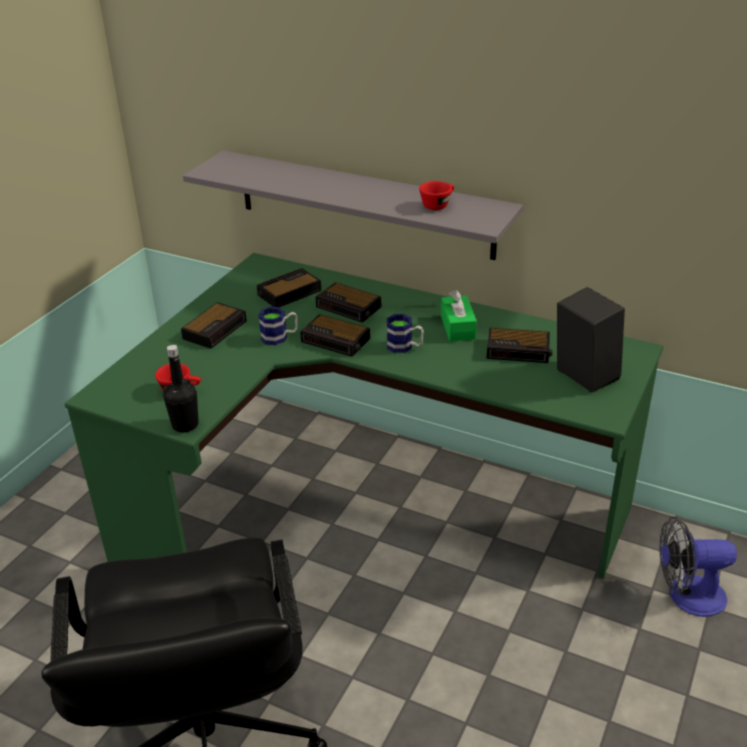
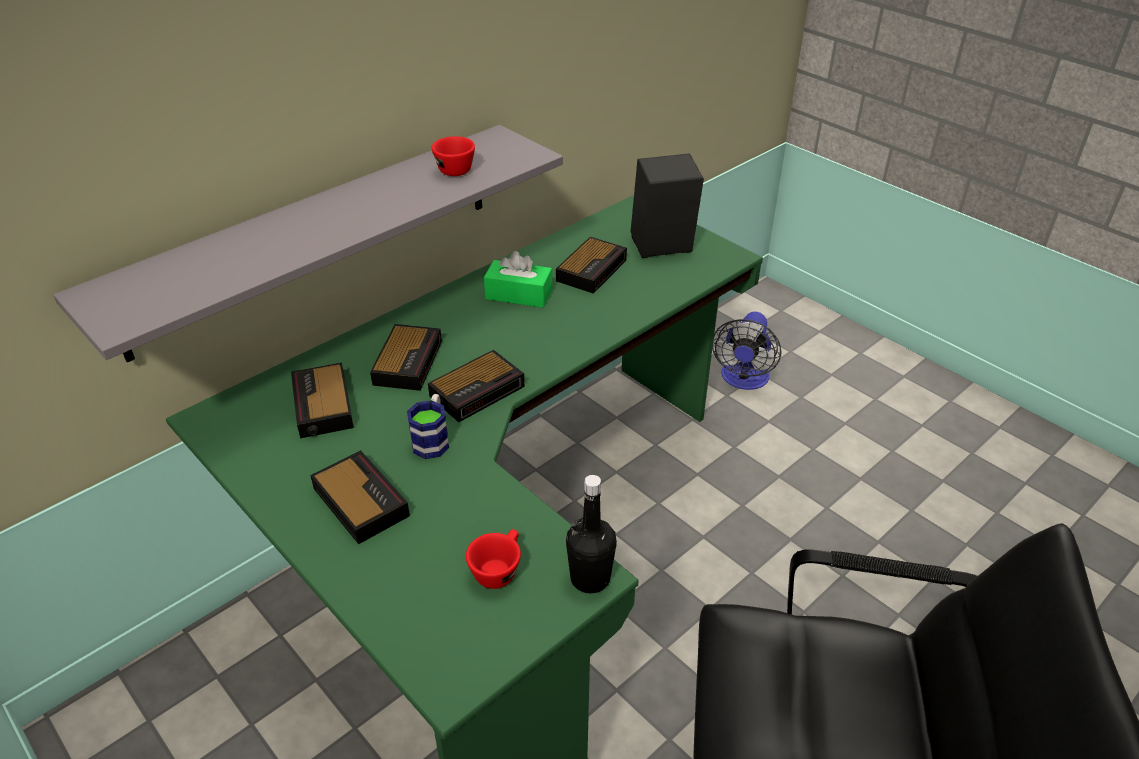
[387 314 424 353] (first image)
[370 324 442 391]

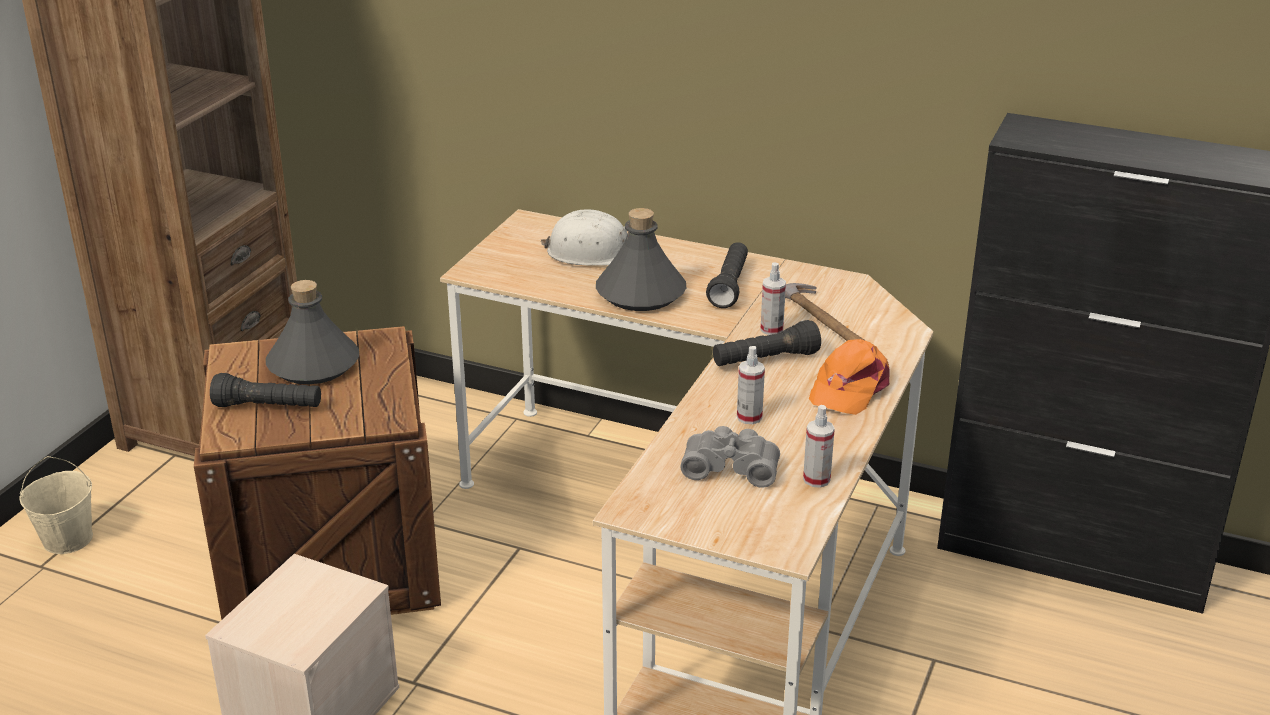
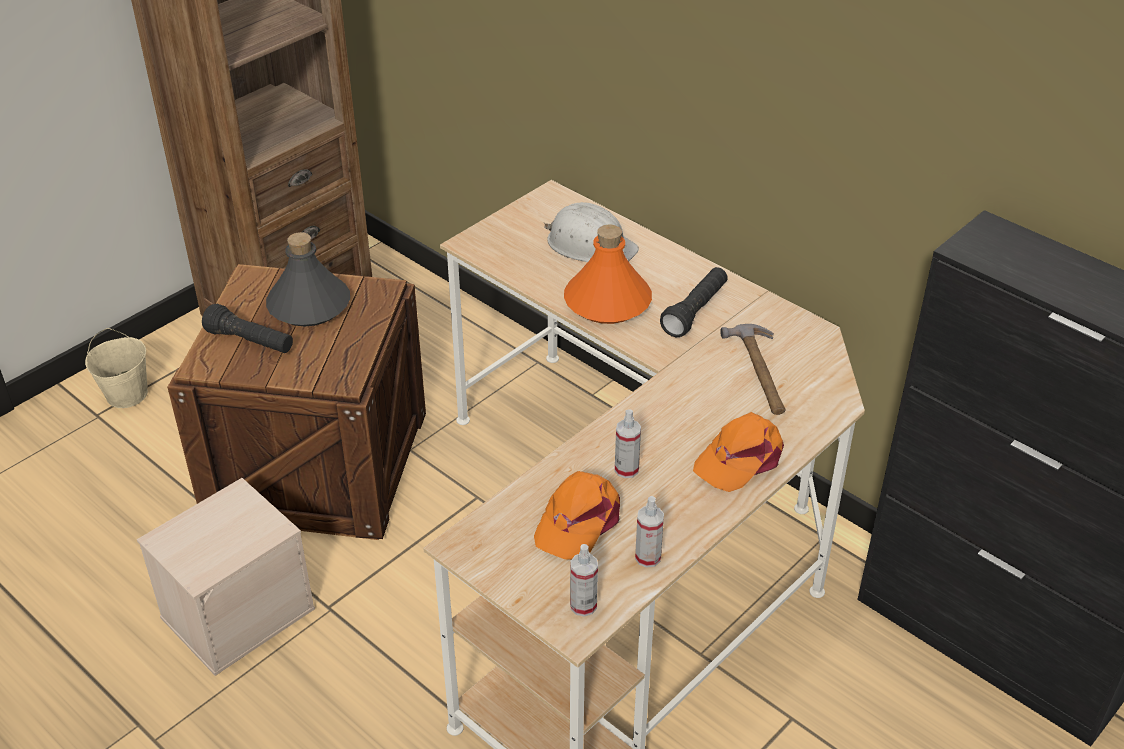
[713 320 821 366] (first image)
[570 544 598 617]
[534 471 620 560]
[564 225 652 324]

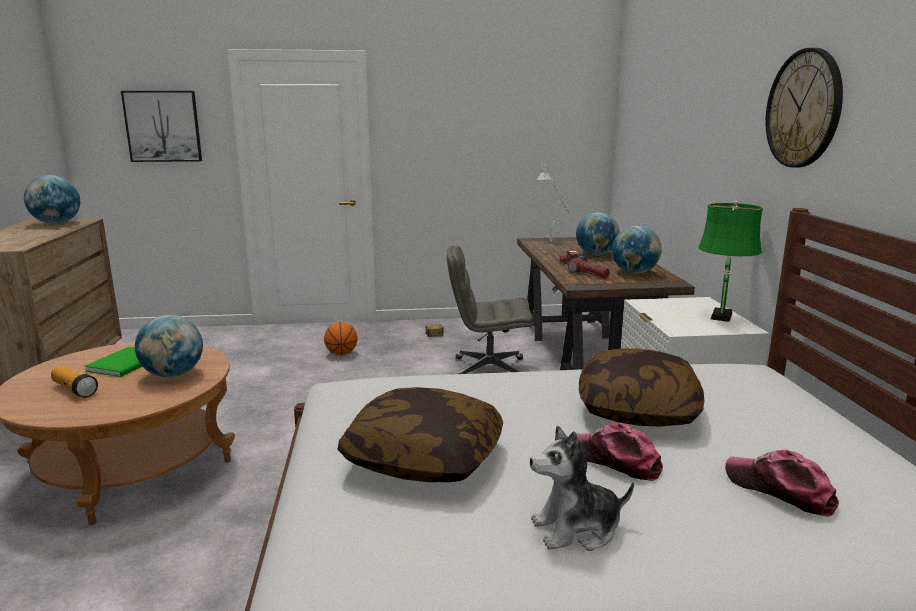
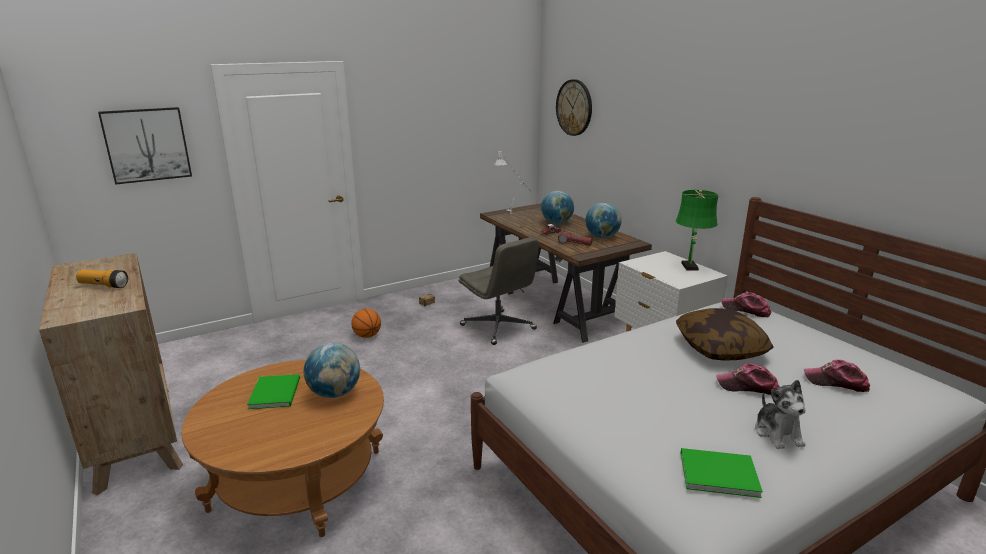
[24 175 80 224] (first image)
[337 387 503 482] (first image)
[681 448 763 498]
[722 292 771 318]
[76 269 128 288]
[556 79 592 136]
[459 237 539 345]
[755 380 805 449]

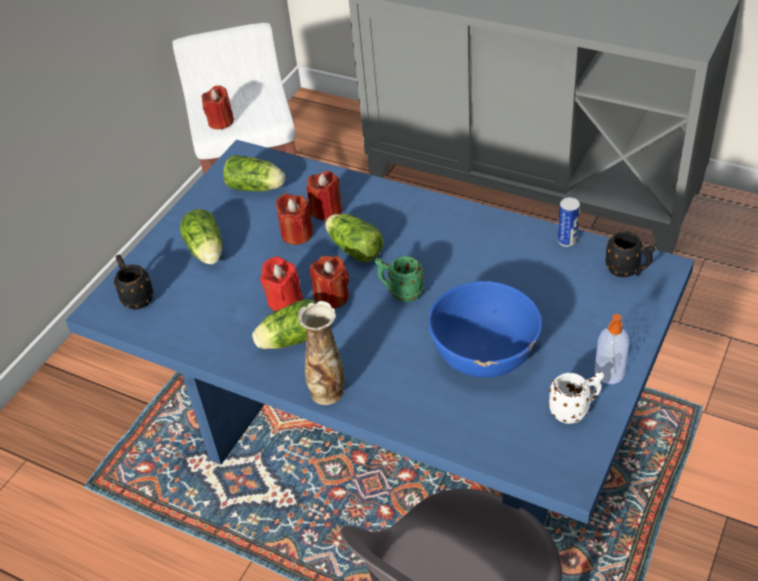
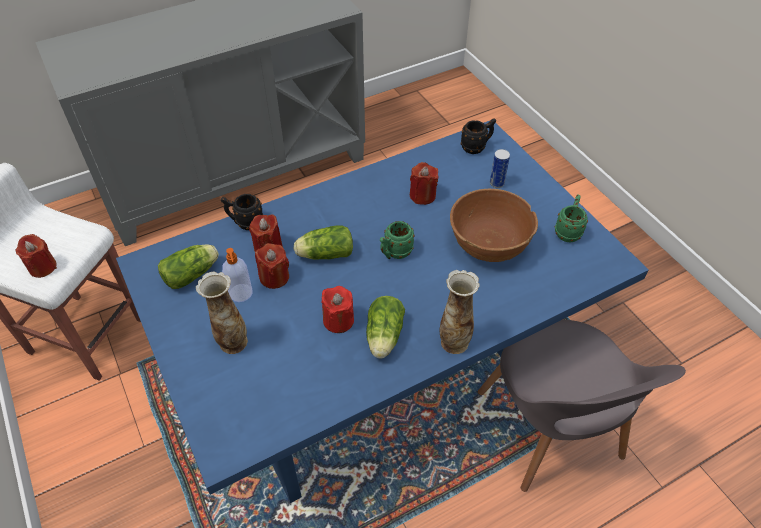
[221 194 263 230]
[410 162 438 205]
[490 149 510 188]
[222 248 252 302]
[196 271 248 354]
[450 189 538 262]
[554 194 588 242]

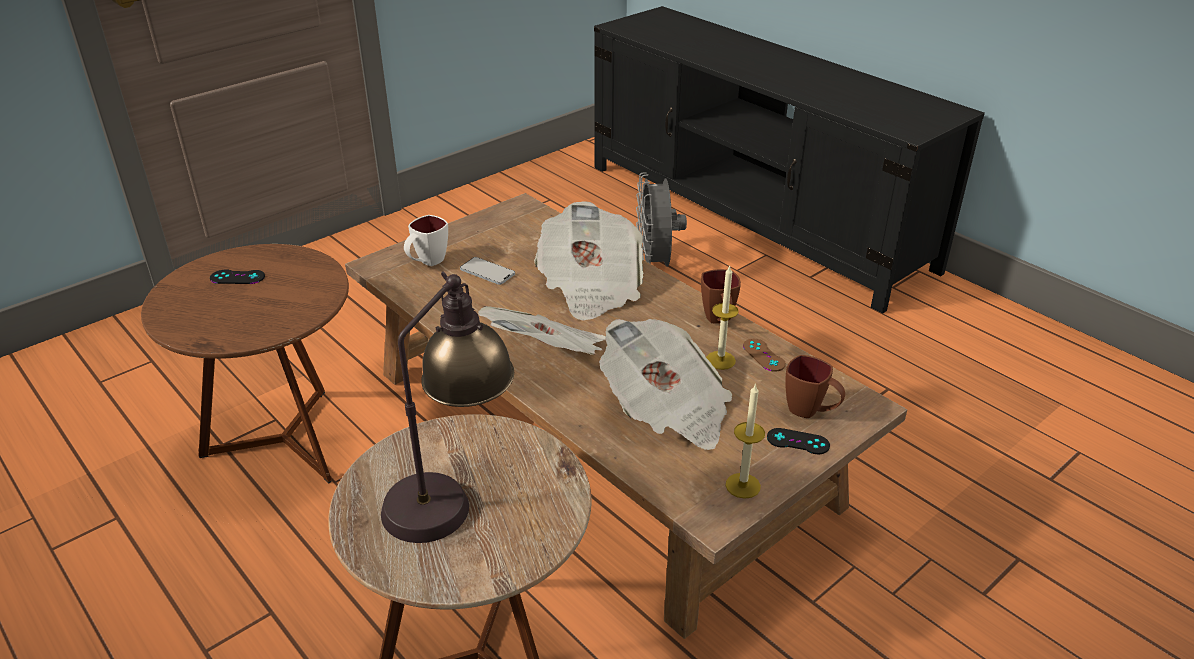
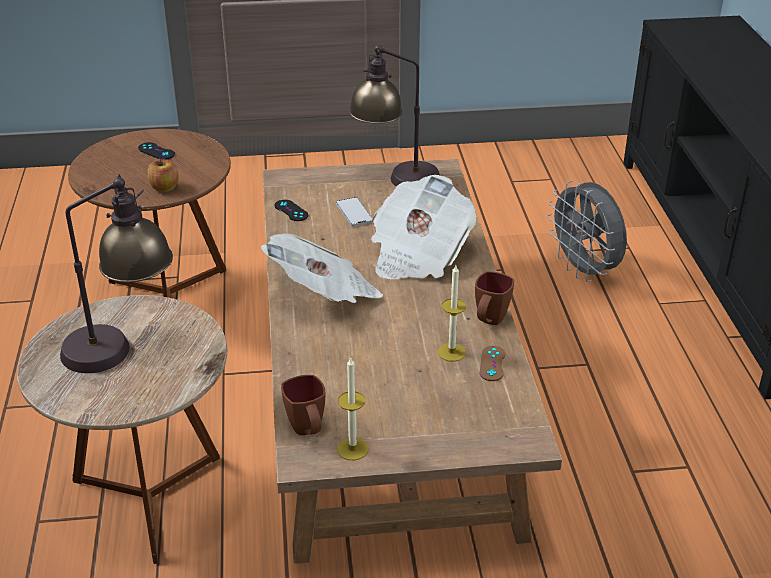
[404 215 448 266] (first image)
[599 319 733 450] (first image)
[148 160 179 192]
[349 45 440 186]
[275 200 308 221]
[281 375 325 435]
[547 180 627 282]

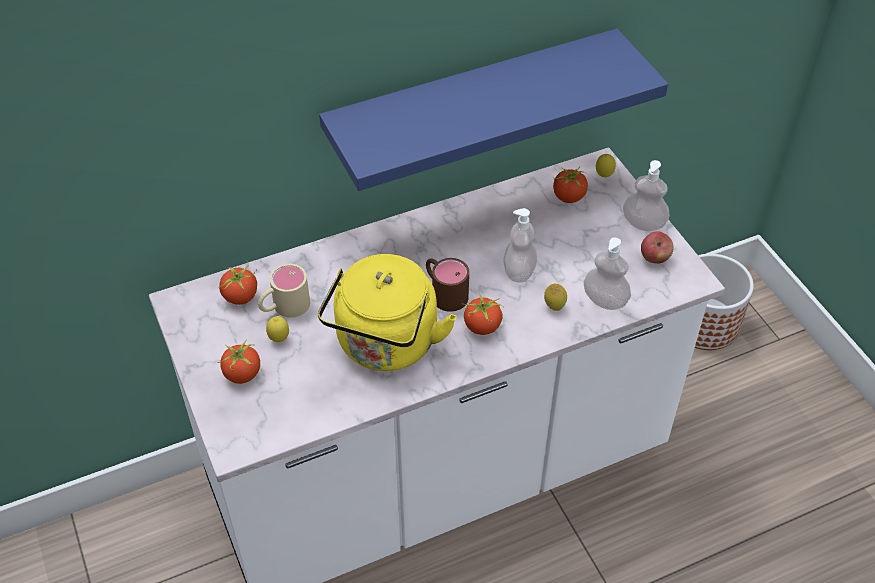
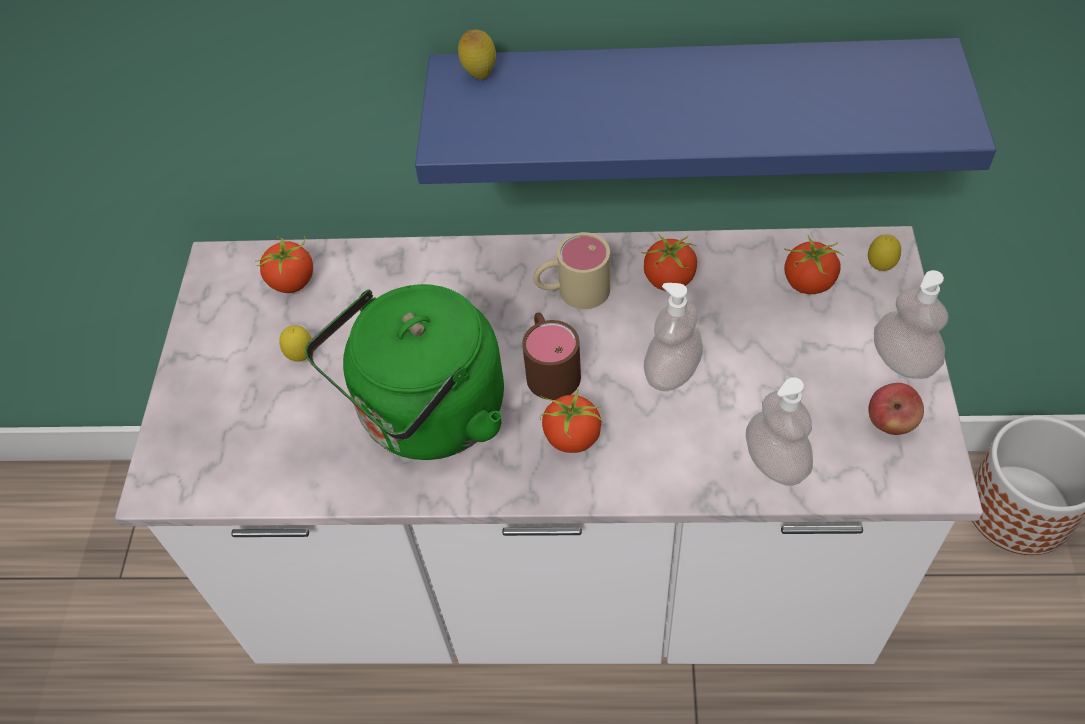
[641 234 697 291]
[533 232 610 309]
[458 30 496 79]
[305 284 504 460]

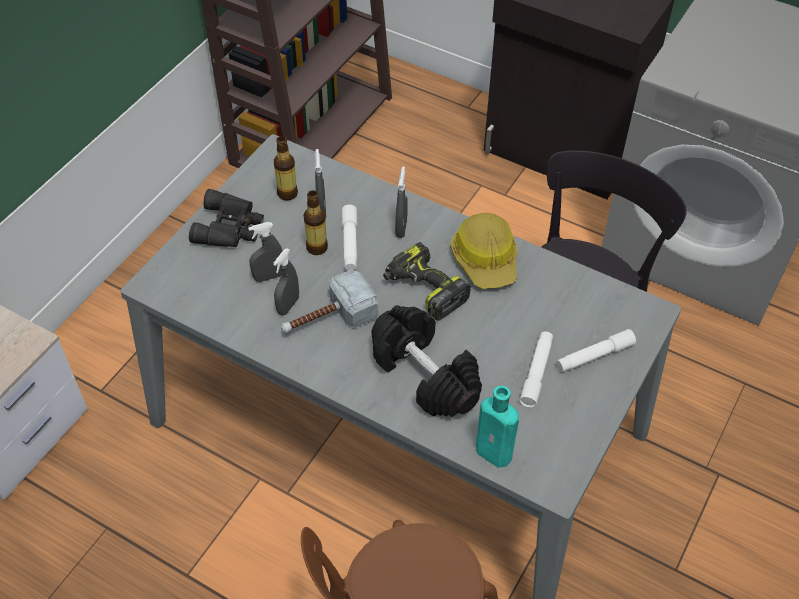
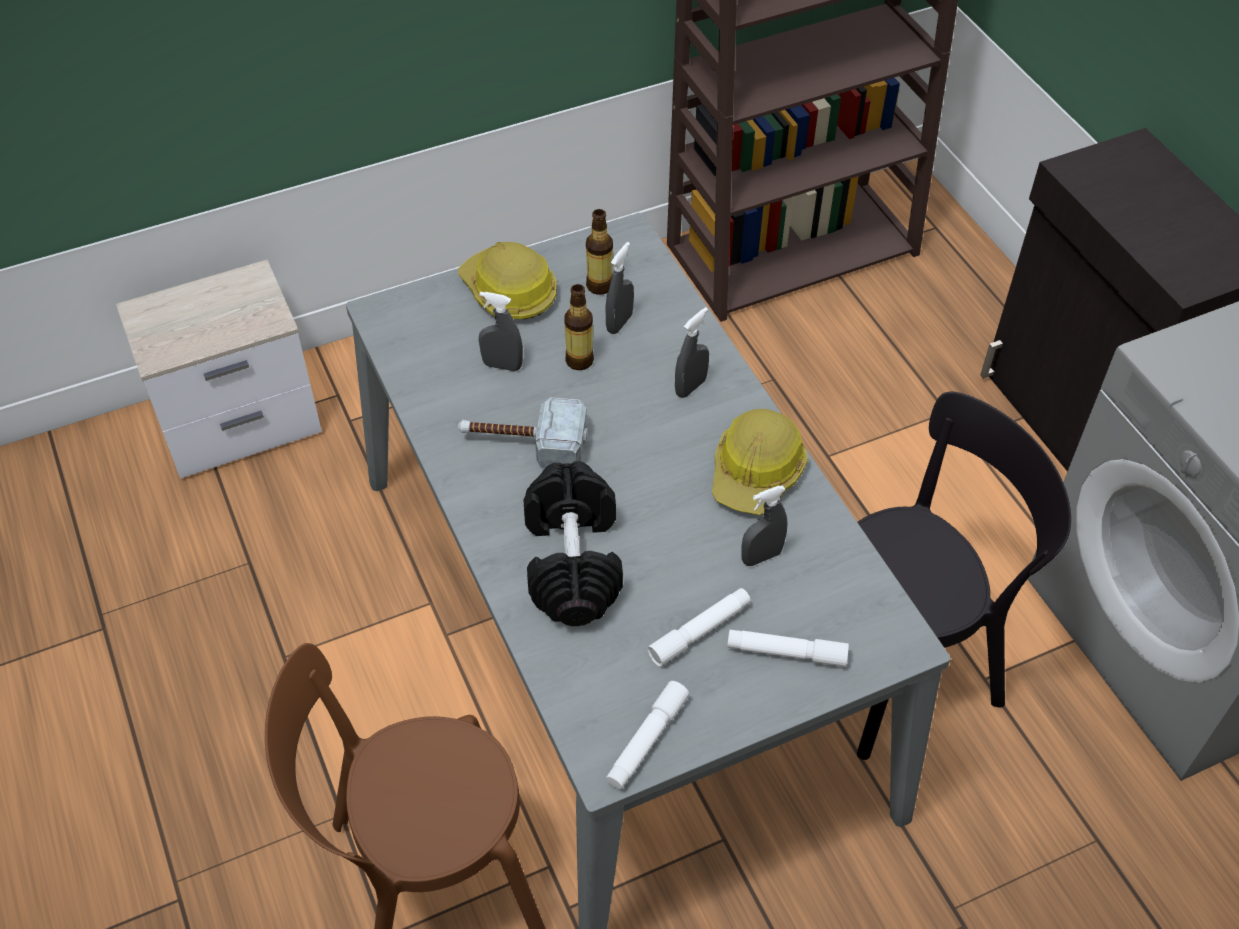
[383 242 471 321] (first image)
[476 386 519 468] (first image)
[741 486 788 566]
[606 681 689 789]
[458 242 557 319]

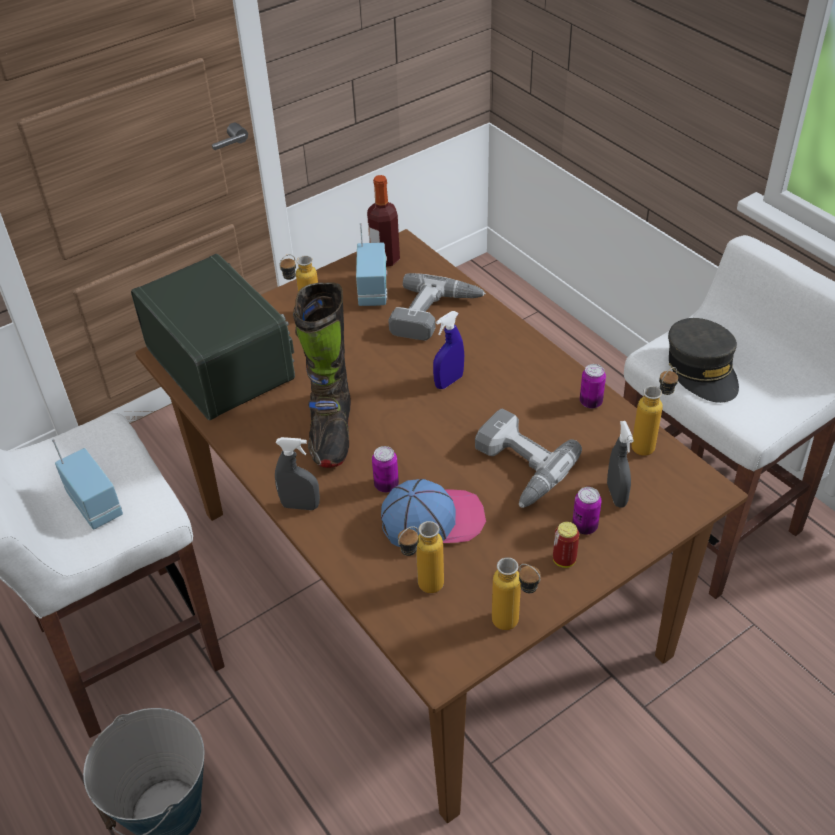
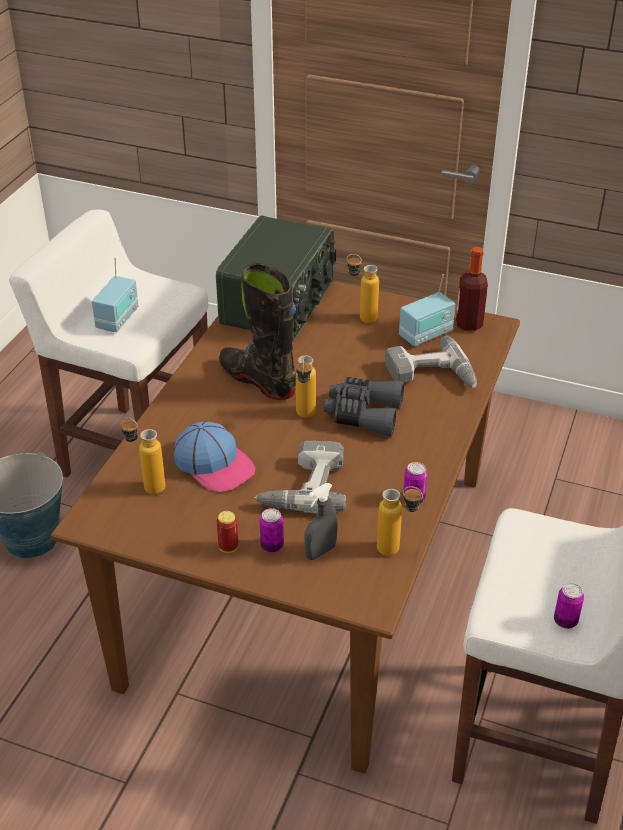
[275 437 320 510] (first image)
[668 318 739 403] (first image)
[554 583 584 629]
[296 356 316 418]
[324 377 404 437]
[219 263 296 400]

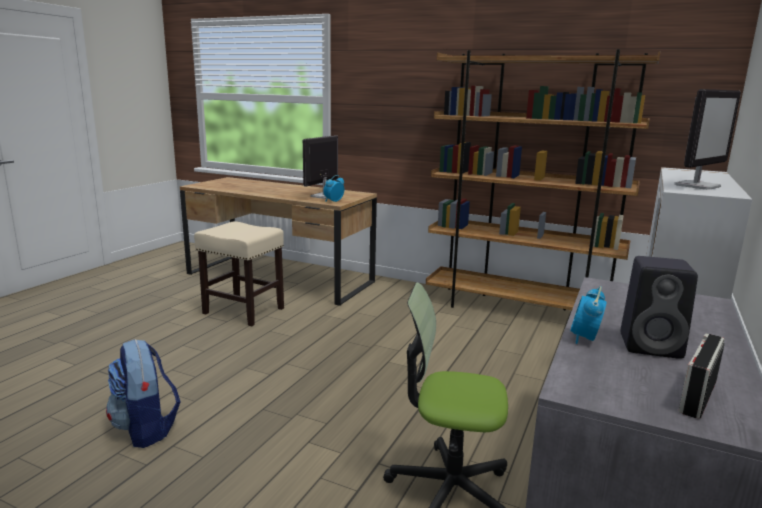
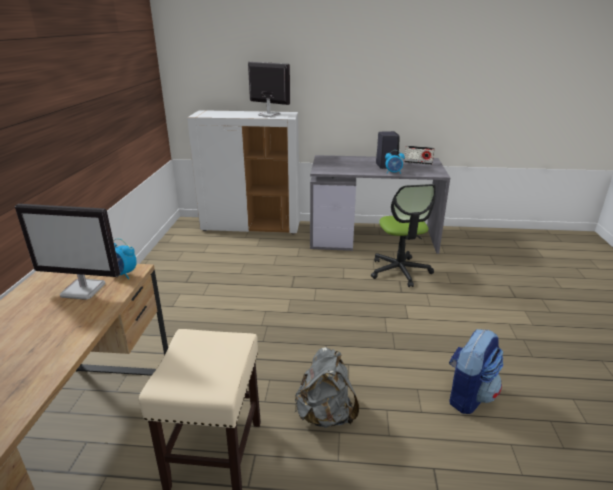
[426 49 660 310] (first image)
[295 347 359 428]

